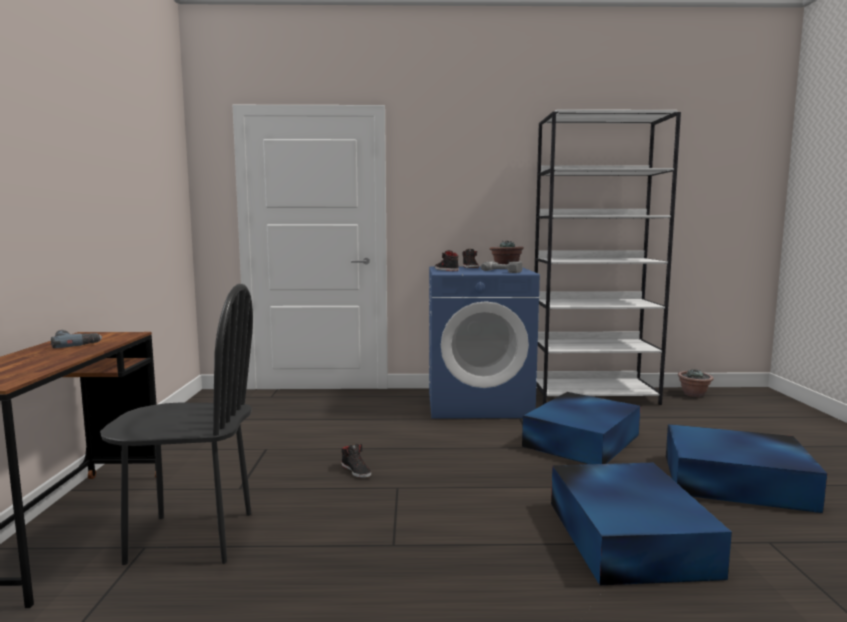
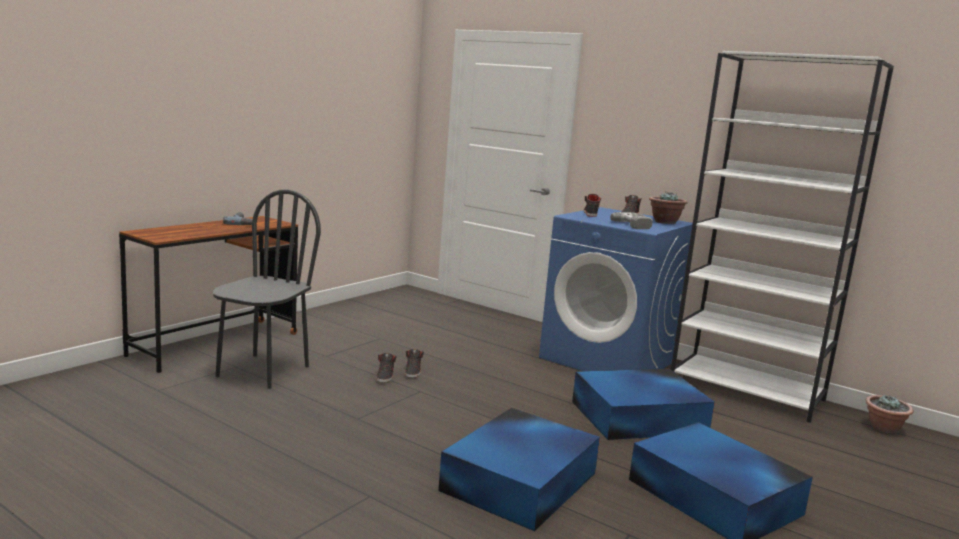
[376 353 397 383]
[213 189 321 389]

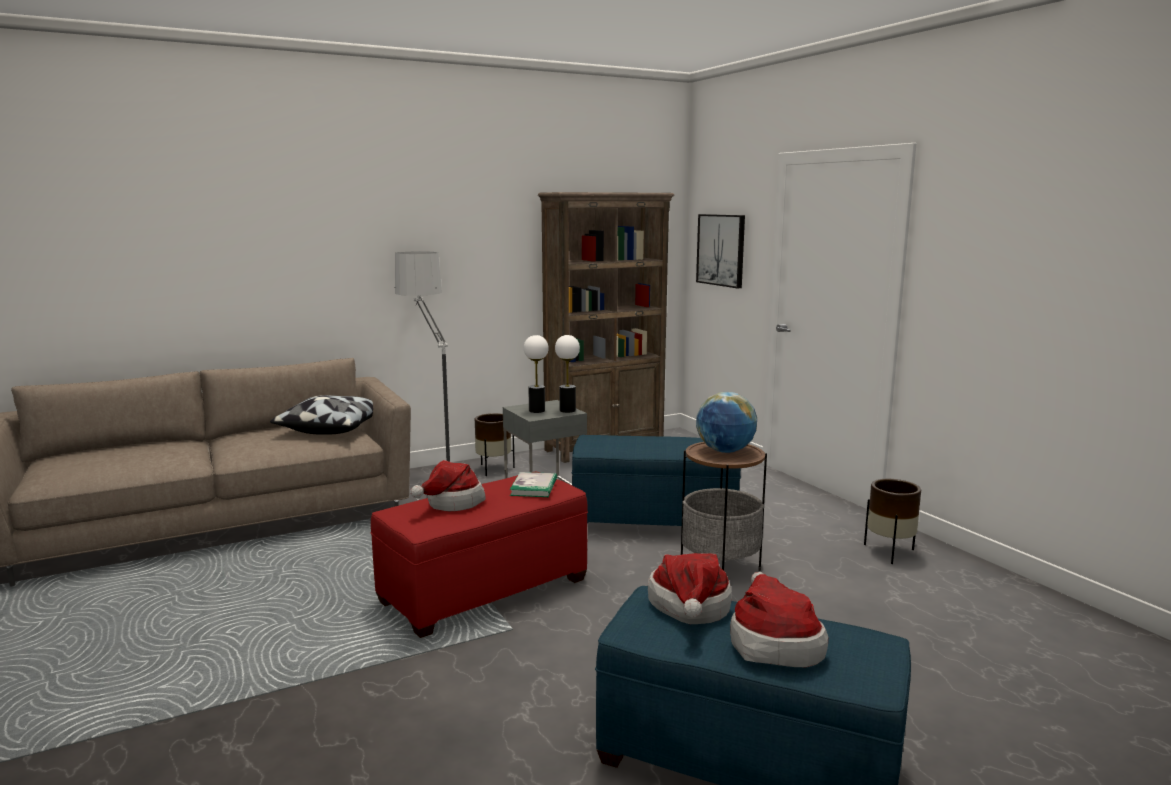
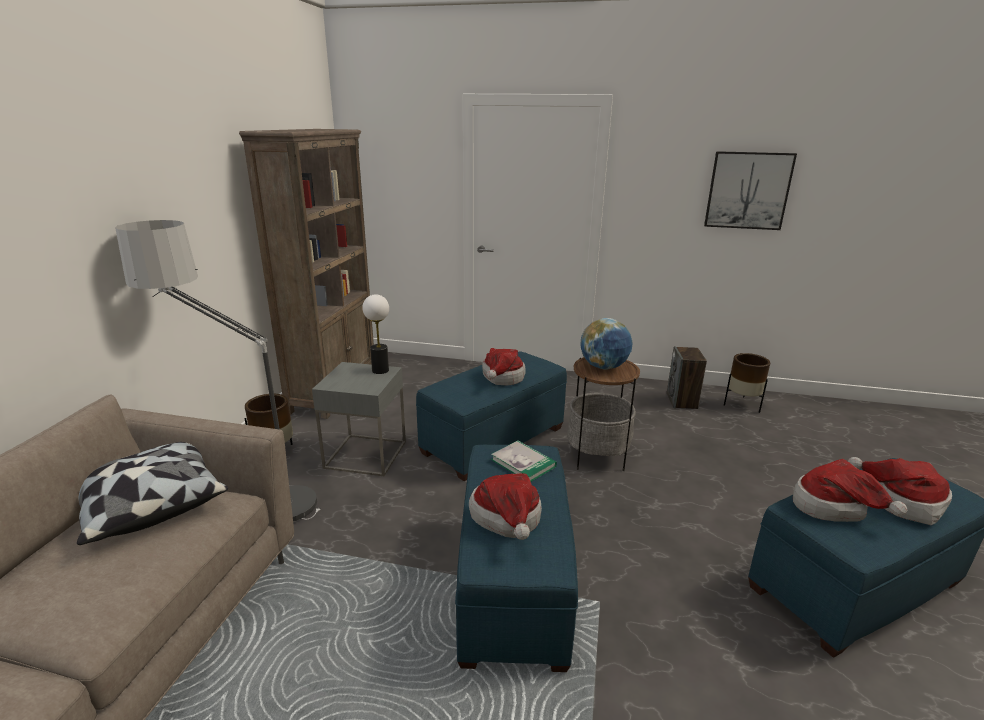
[524 335 549 413] (first image)
[482 348 526 385]
[667 346 707 409]
[704 151 797 230]
[724 353 770 413]
[455 445 578 672]

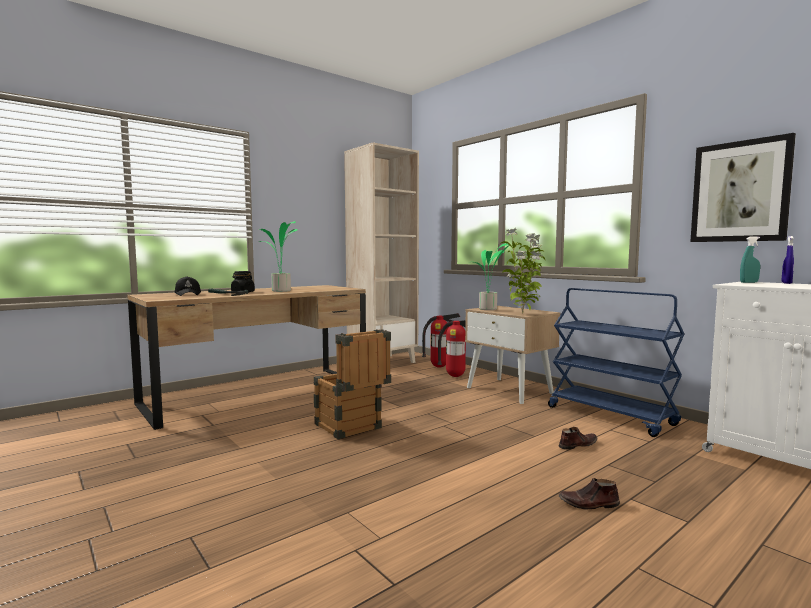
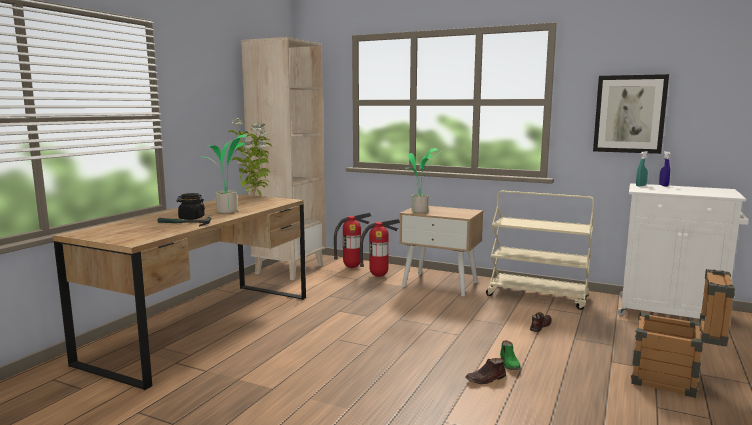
[174 276 201 296] (first image)
[500 340 521 370]
[631 269 735 398]
[228 117 272 198]
[465 358 506 384]
[486 191 594 310]

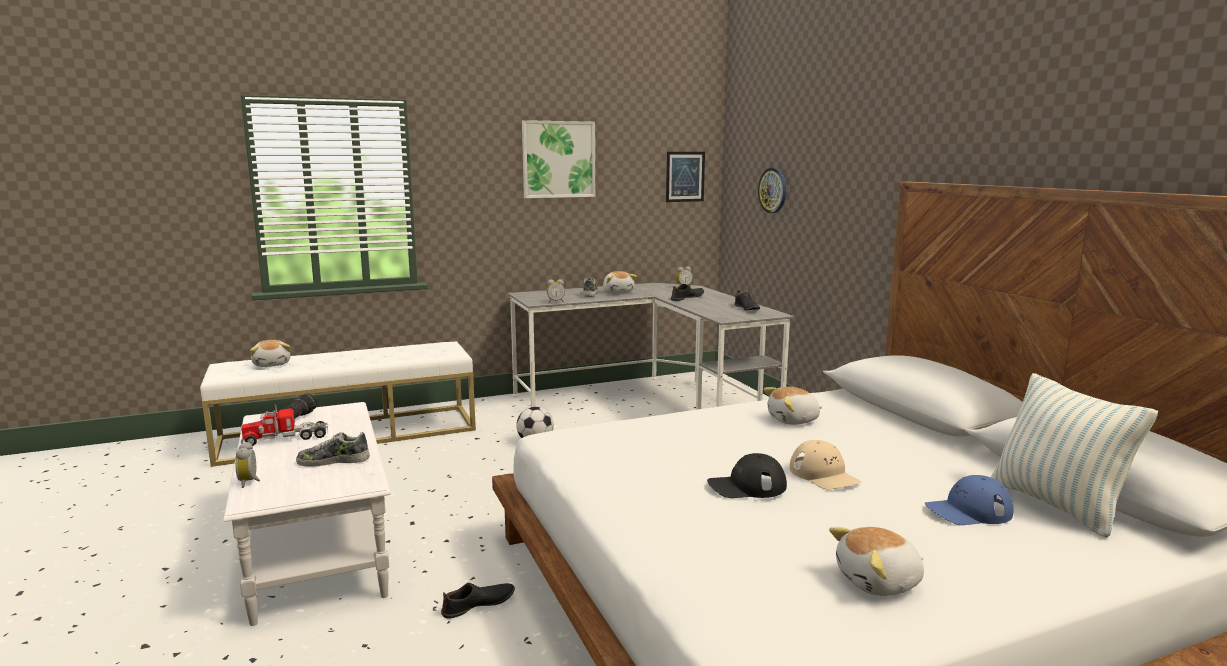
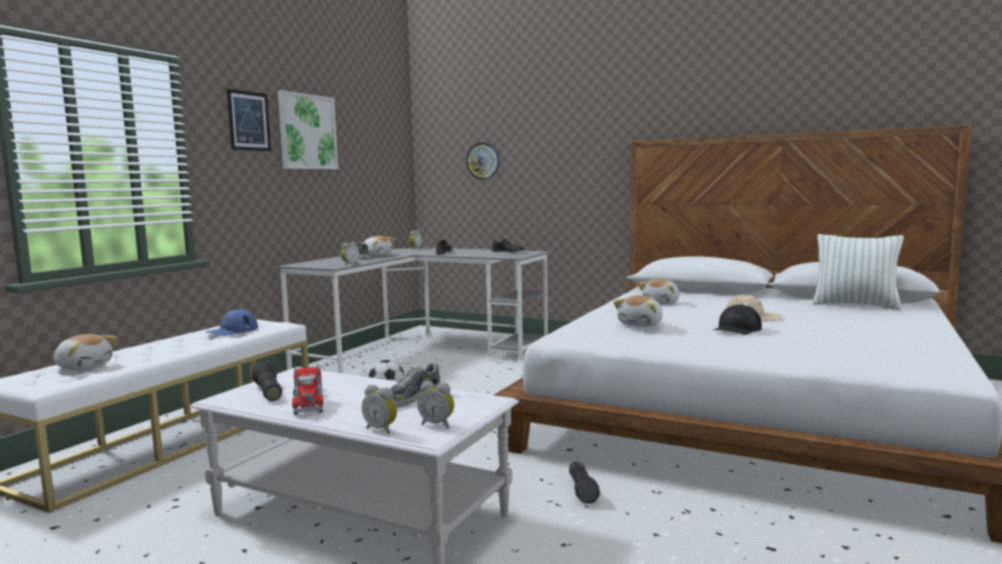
[417 381 454 428]
[227 89 271 151]
[613 295 663 327]
[205 309 258 336]
[569 461 600 504]
[292 364 323 415]

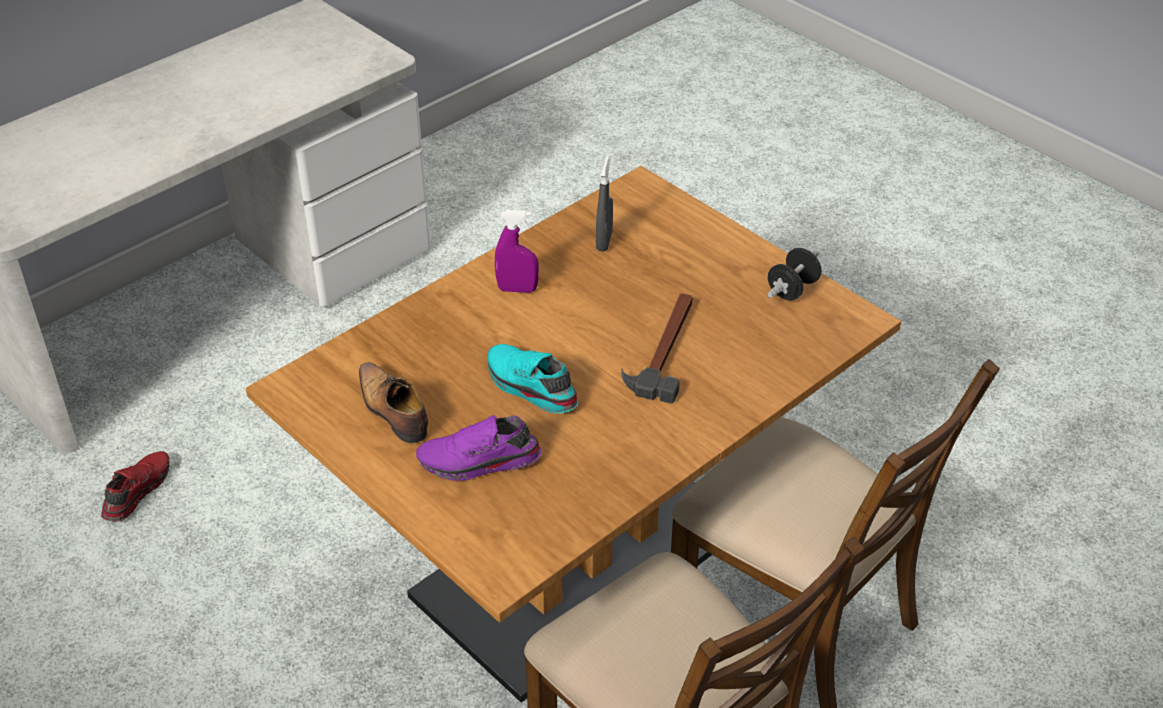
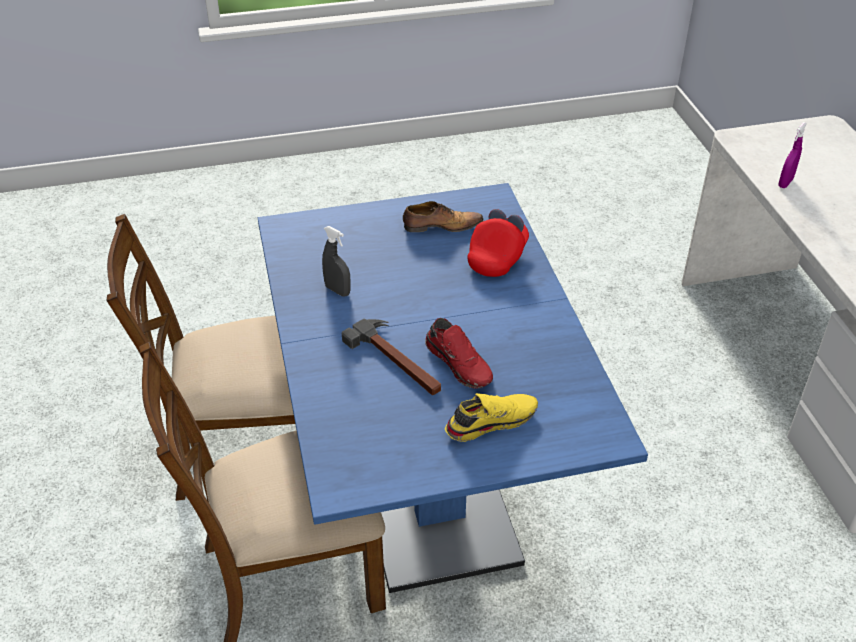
[416 415 542 481] (first image)
[487 344 578 413] (first image)
[767 248 821 300] (first image)
[445 393 538 442]
[467 209 529 277]
[425 318 493 389]
[778 122 807 188]
[322 226 351 296]
[258 183 648 593]

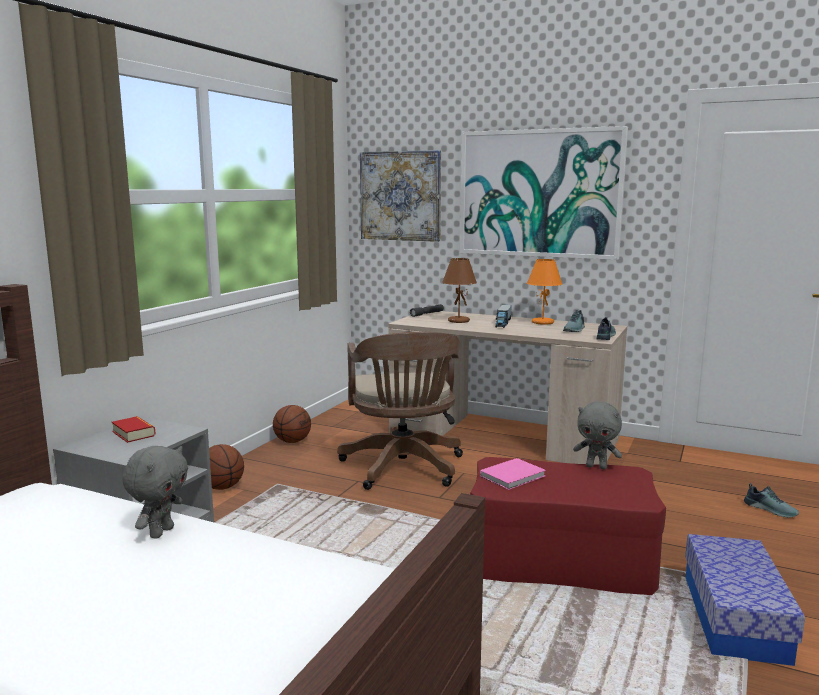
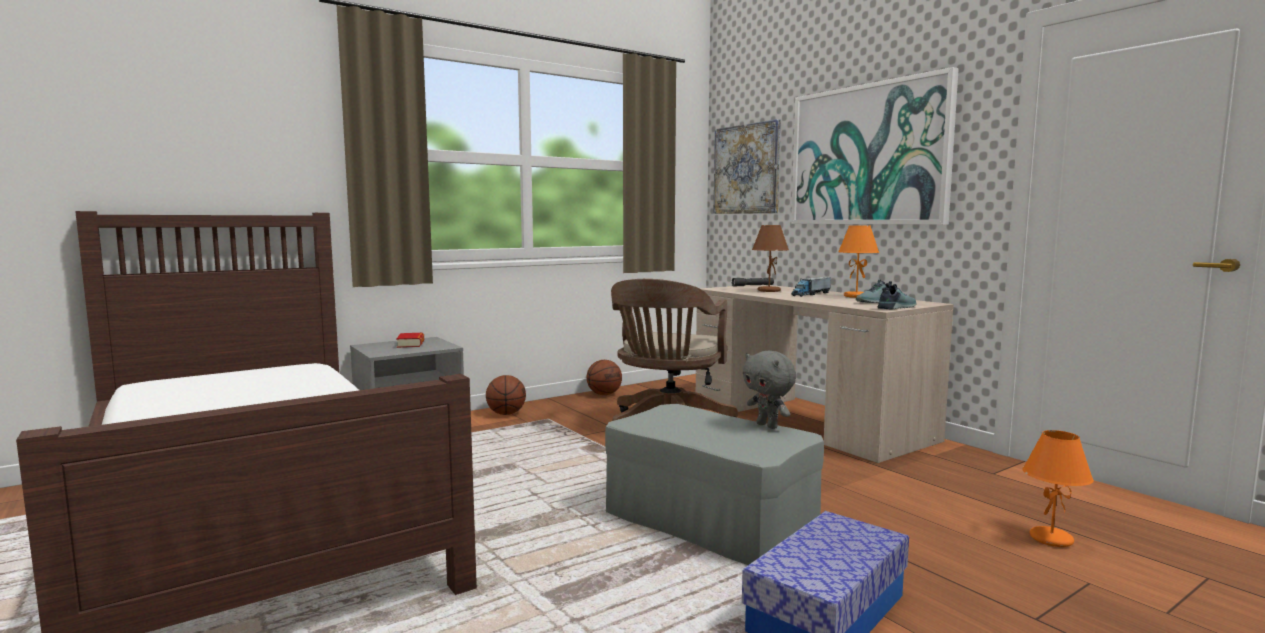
[122 446 188 539] (first image)
[480 458 546 490] (first image)
[1022 430 1094 547]
[605 404 824 565]

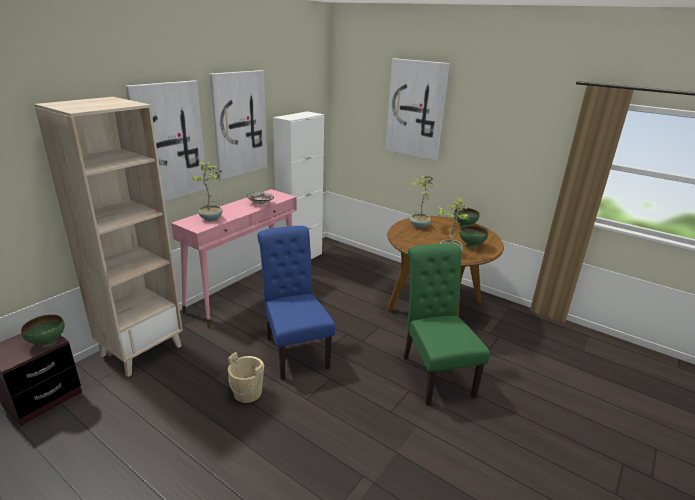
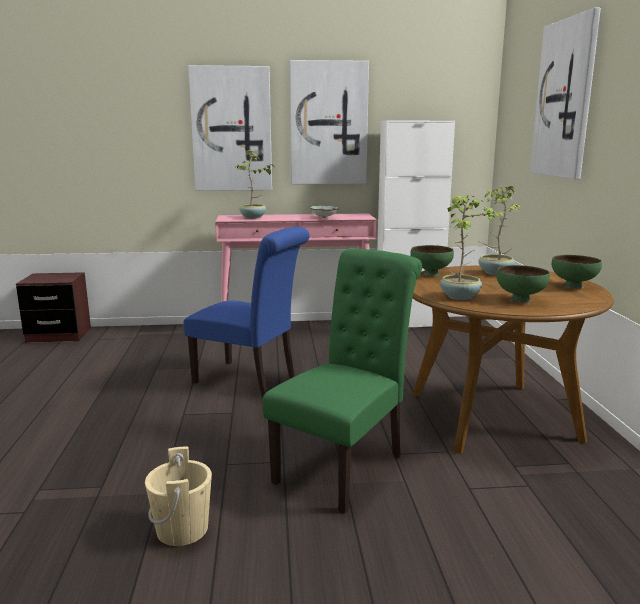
[34 97 183 377] (first image)
[410 245 454 277]
[145 447 212 546]
[183 227 310 397]

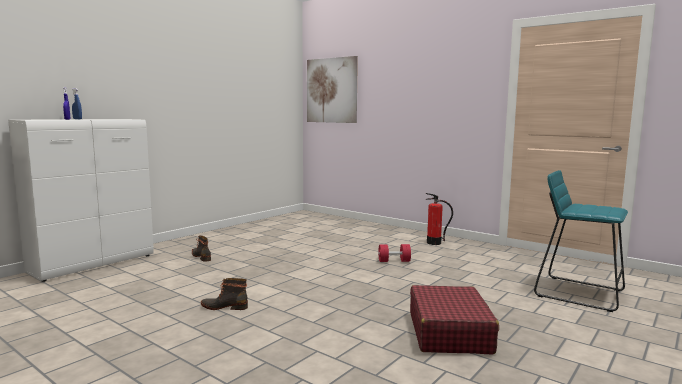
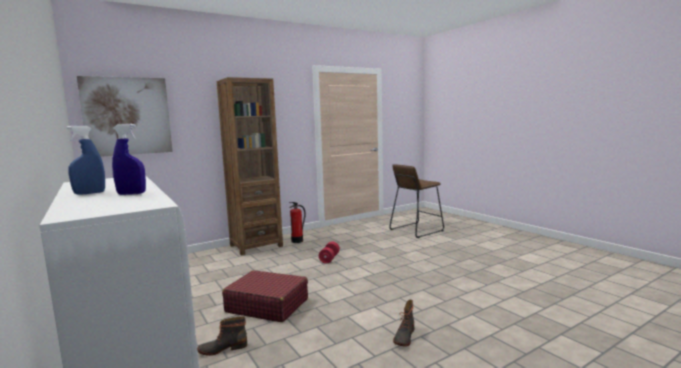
[217 77 283 255]
[222 270 308 322]
[389 164 444 238]

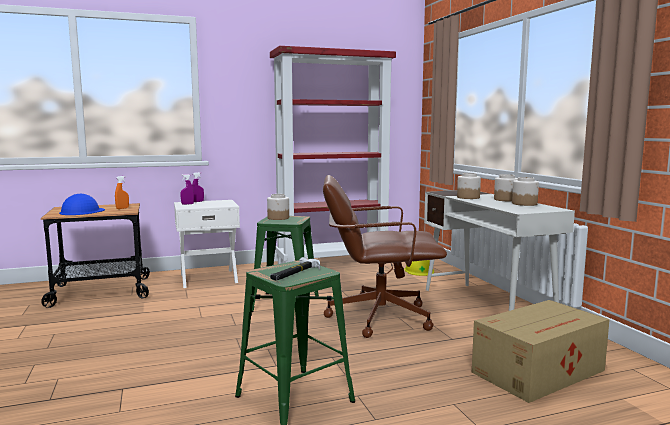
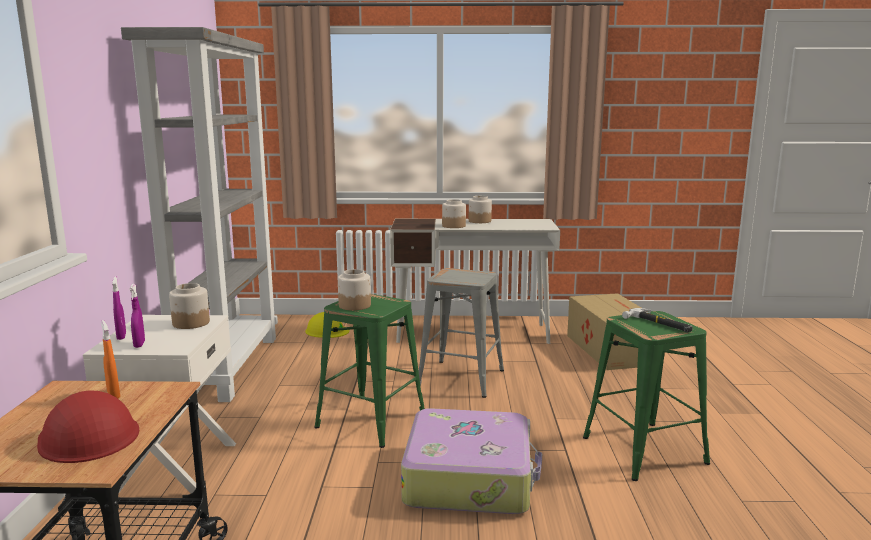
[401 408 542 514]
[169 283 210 329]
[419 268 504 398]
[37 390 139 463]
[121 27 278 402]

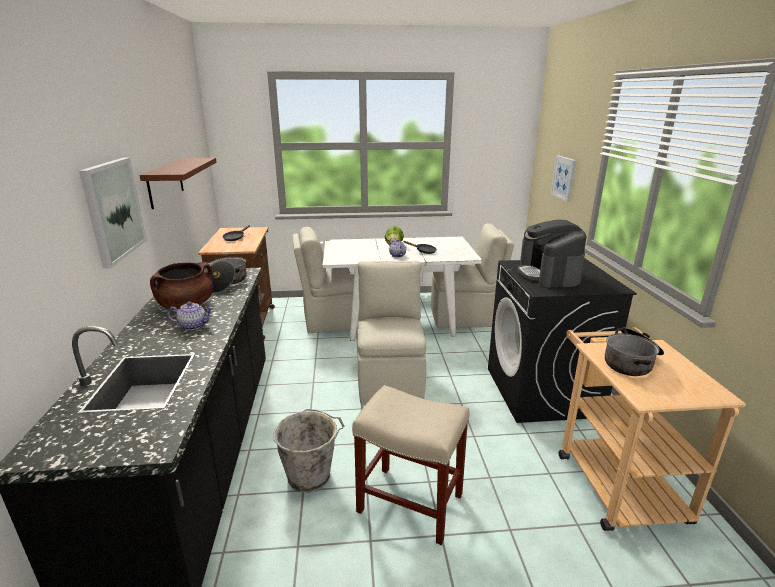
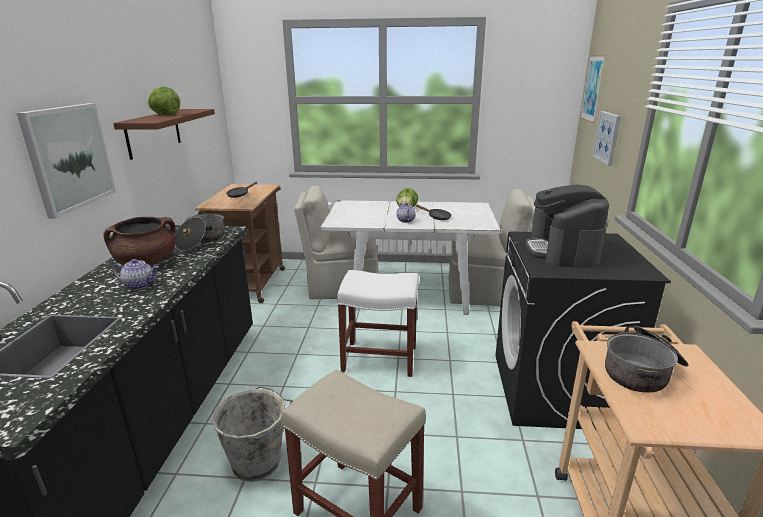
[147 86 180 116]
[580 55 605 123]
[337 270 419 377]

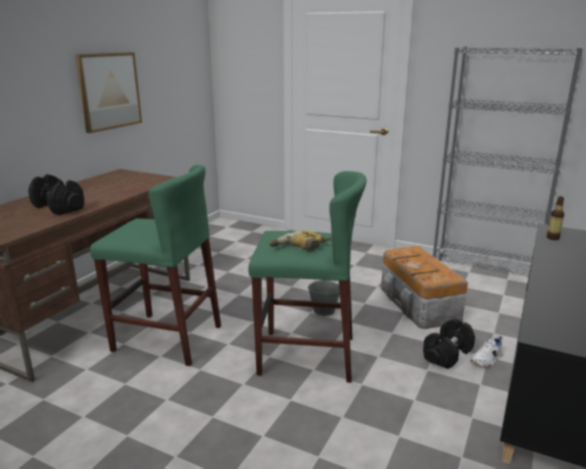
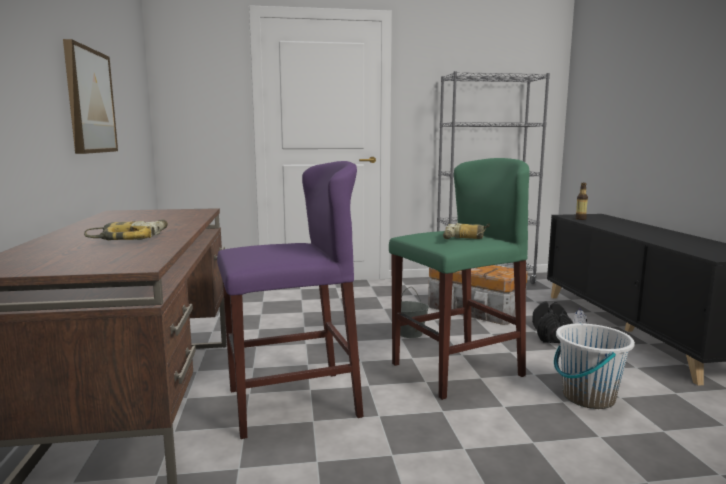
[554 323 635 409]
[84 219 168 240]
[217 161 364 439]

